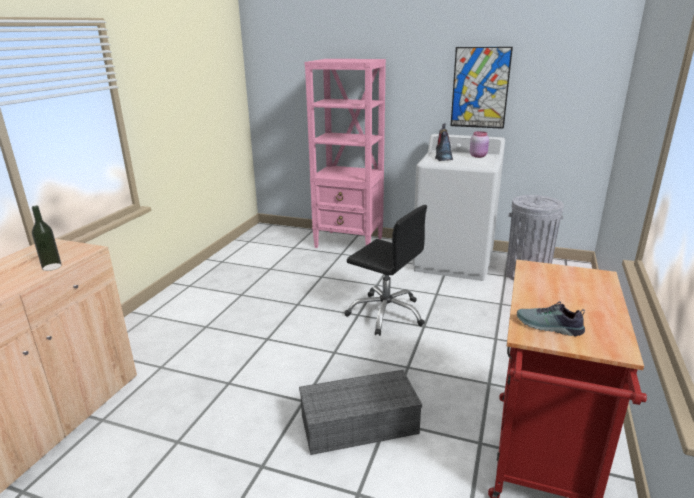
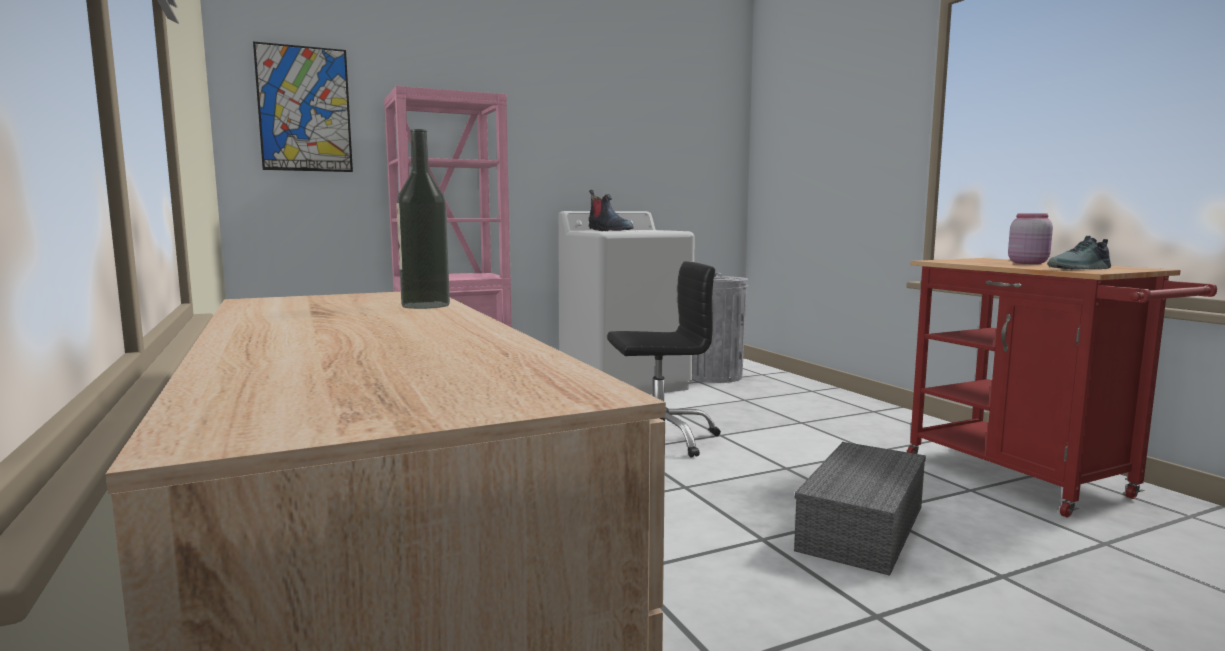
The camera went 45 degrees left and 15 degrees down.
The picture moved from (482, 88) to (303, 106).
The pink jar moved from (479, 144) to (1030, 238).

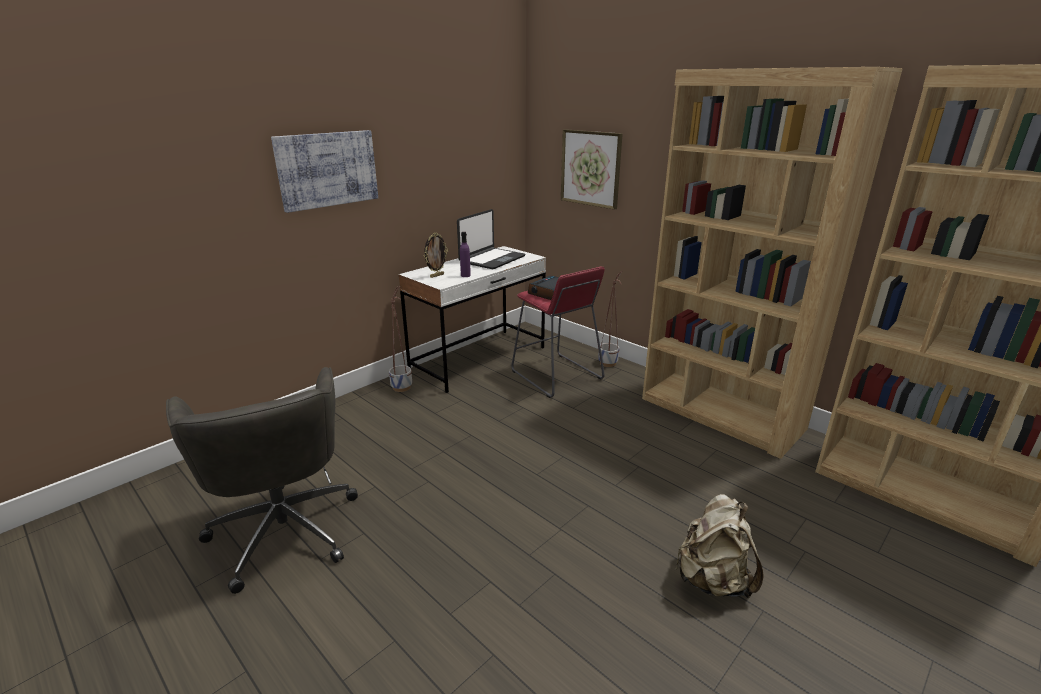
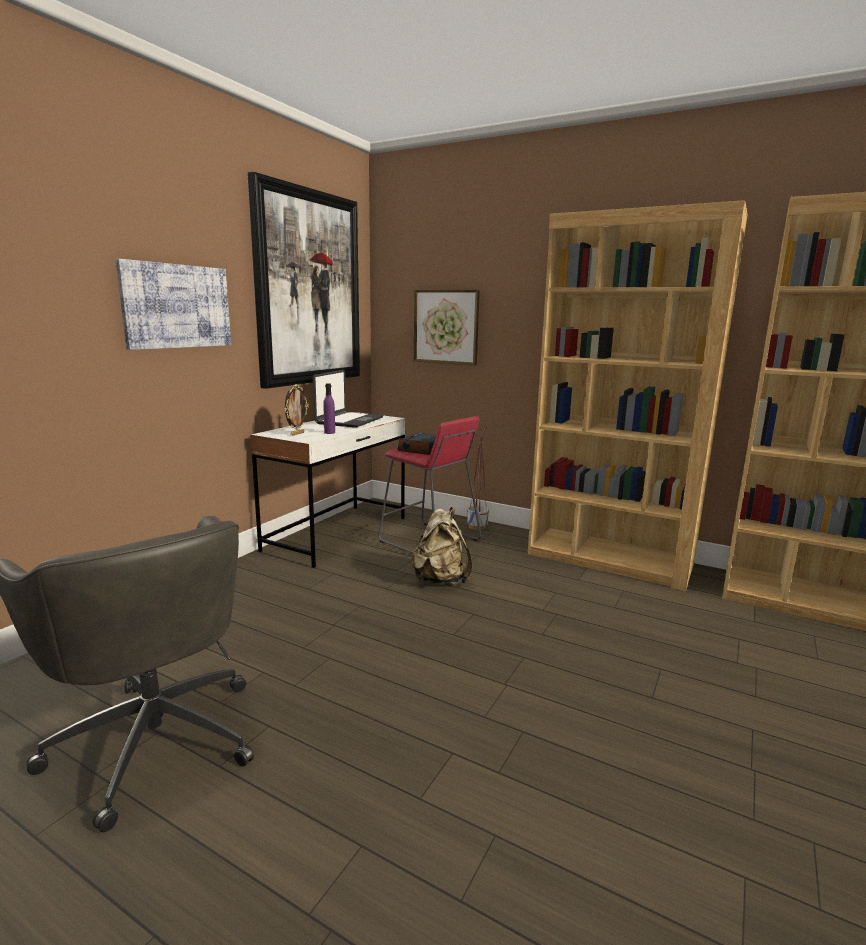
The camera went 15 degrees left and 10 degrees down.
The picture at (303, 280) appeared.
The beige backpack moved from (720, 546) to (442, 545).
The planter at (400, 339) disappeared.

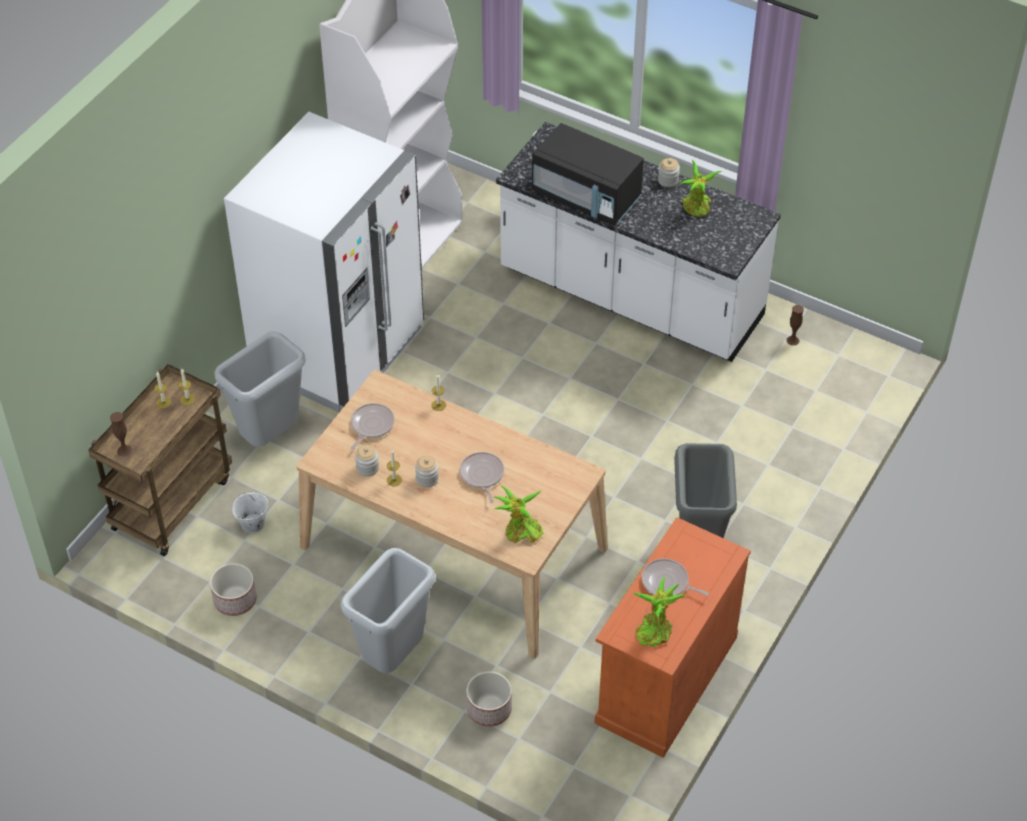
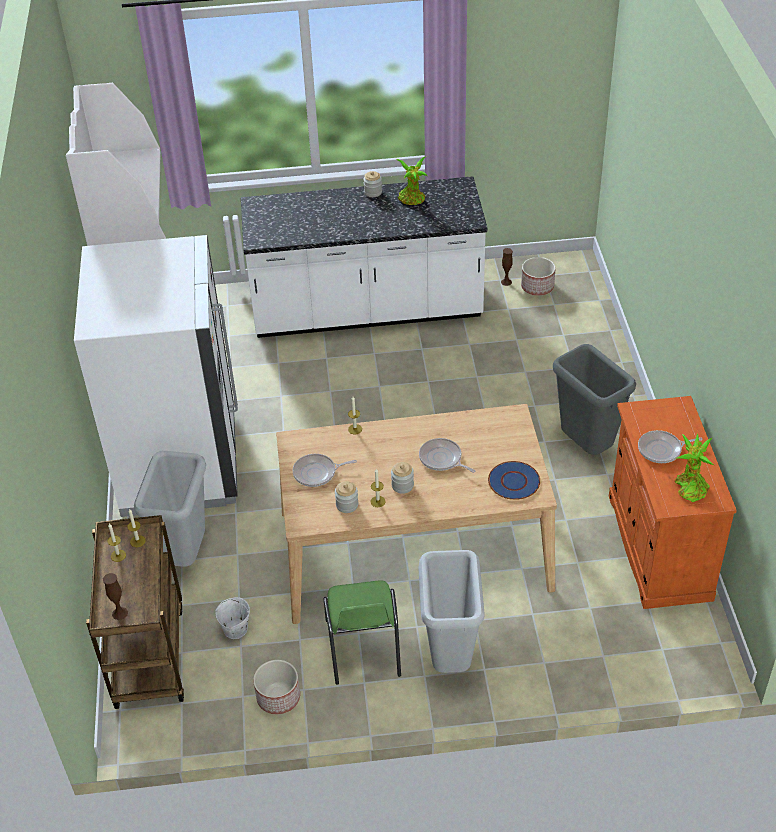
The camera went 35 degrees left and 5 degrees down.
The frying pan at (372, 426) turned 90 degrees counterclockwise.
The green chair at (362, 632) appeared.
The potted plant at (518, 514) was replaced by the blue plate at (514, 480).
The planter moved from (489, 699) to (538, 276).
The black microwave at (588, 174) disappeared.

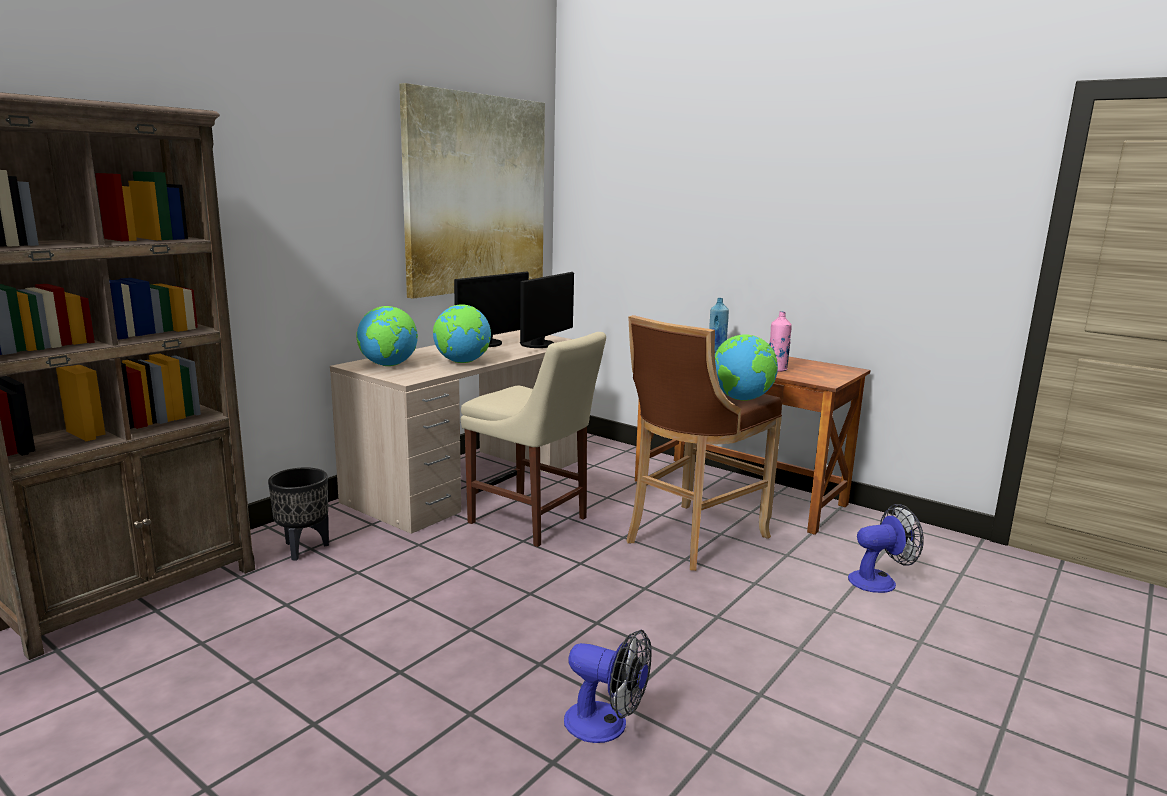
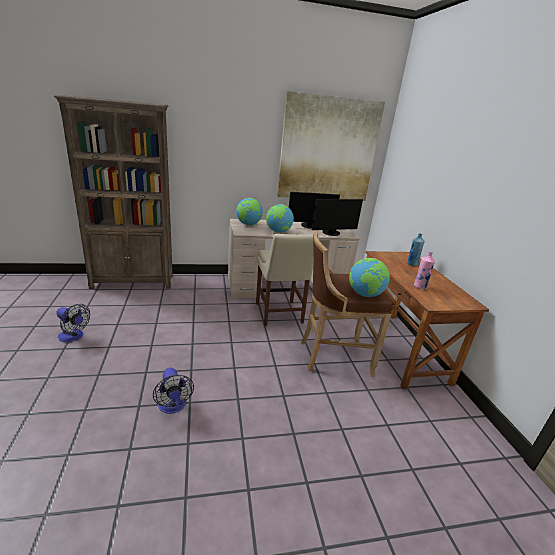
The camera went 40 degrees right and 10 degrees up.
The fan moved from (886, 548) to (73, 323).
The black planter at (298, 513) disappeared.

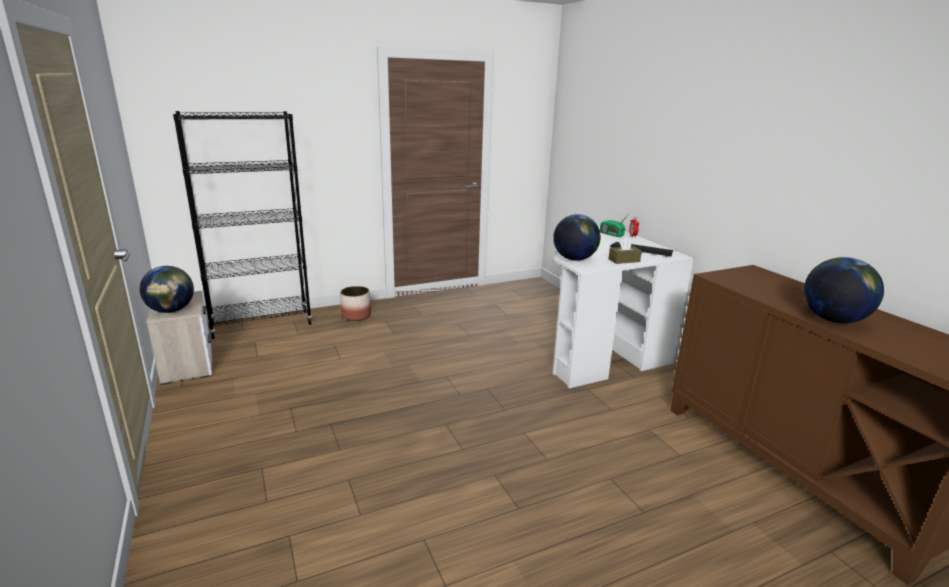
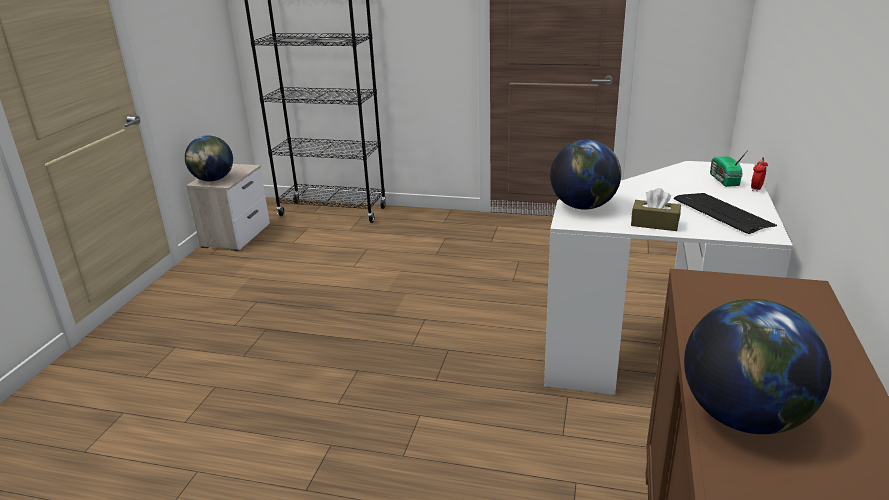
The camera went 40 degrees right and 5 degrees up.
The planter at (355, 303) disappeared.

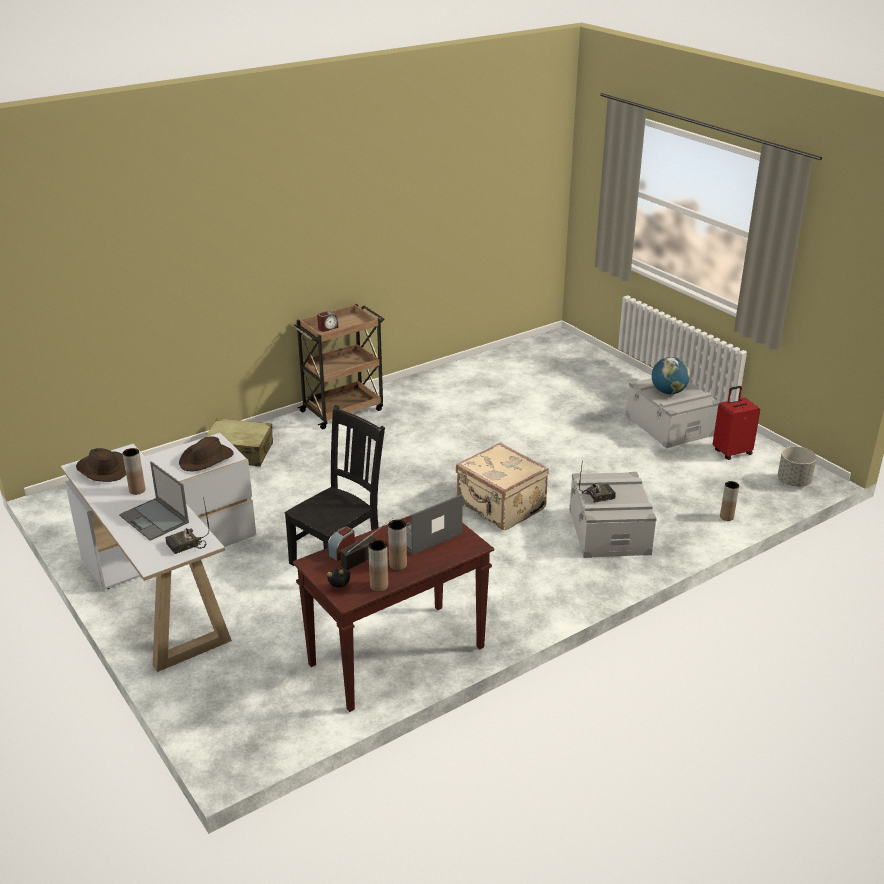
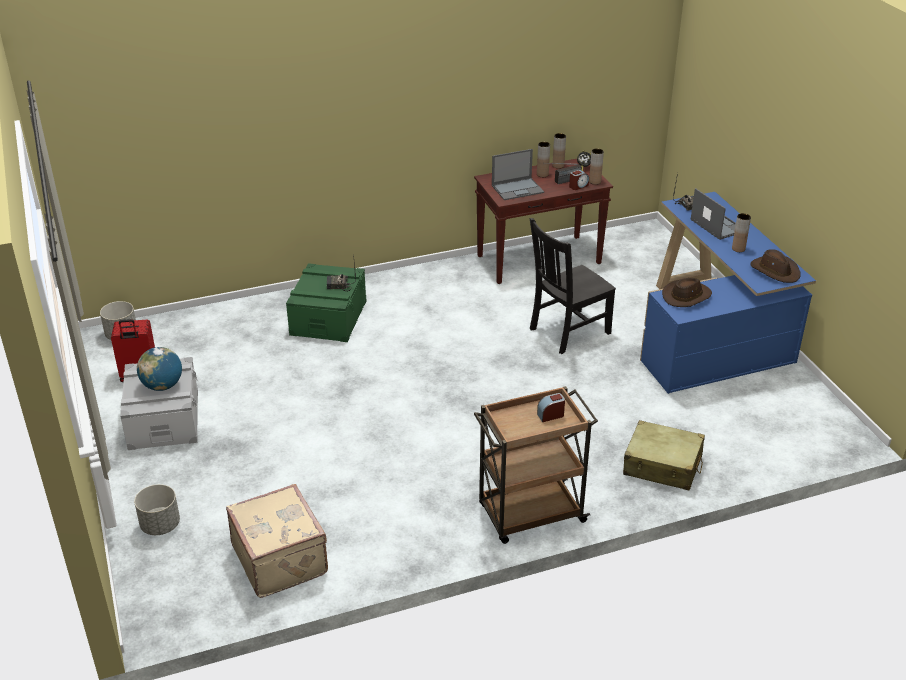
The camera went 165 degrees left and 5 degrees up.
The grey planter at (157, 509) appeared.
The beige suitcase moved from (502, 486) to (277, 541).
The grey storage box at (613, 515) became the green storage box at (326, 302).
The brown vase moved from (729, 501) to (596, 166).
The white desk at (158, 552) became the blue desk at (728, 293).

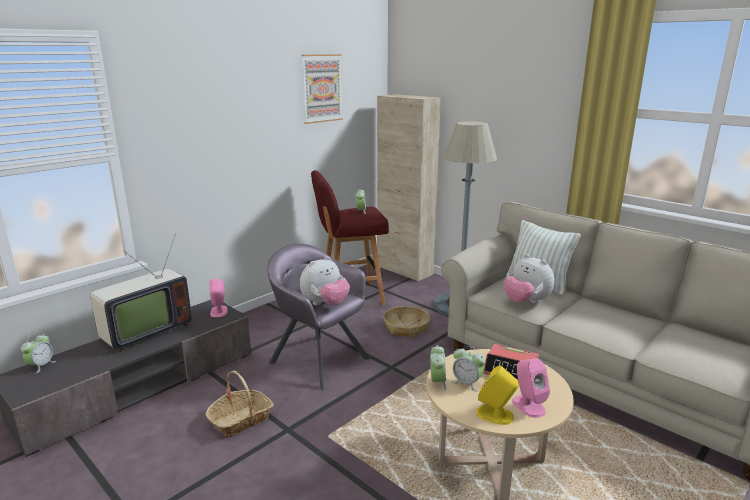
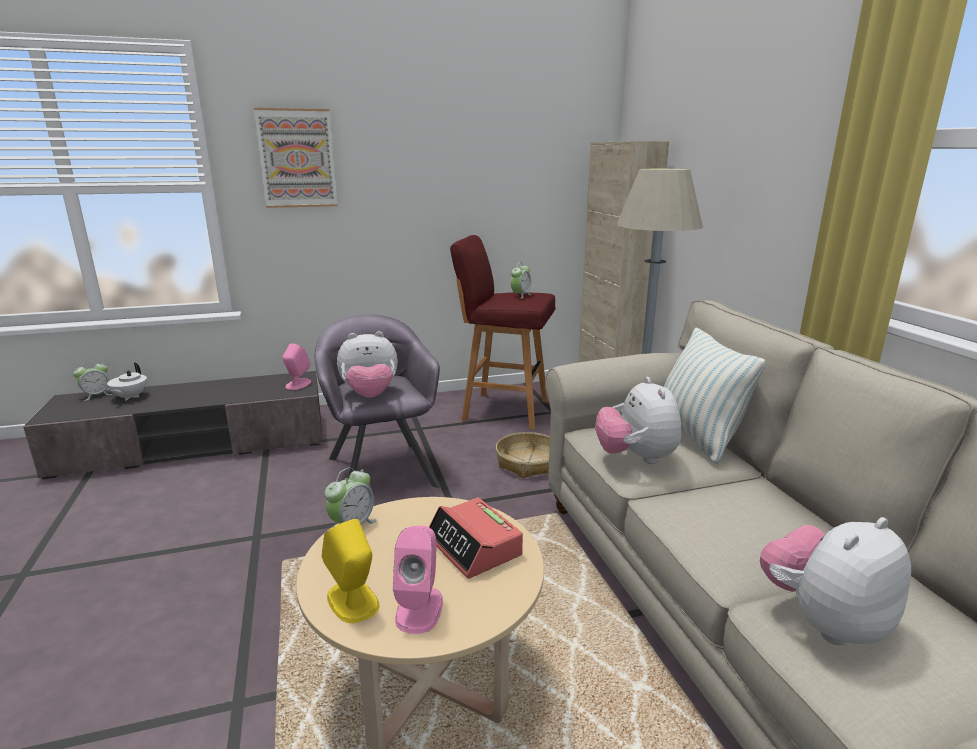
The camera went 30 degrees right and 0 degrees up.
The white teapot at (127, 382) appeared.
The picture moved from (322, 89) to (296, 158).
The plush toy at (835, 581) appeared.
The television at (141, 293) disappeared.
The basket at (240, 404) disappeared.
The alarm clock at (468, 368) disappeared.

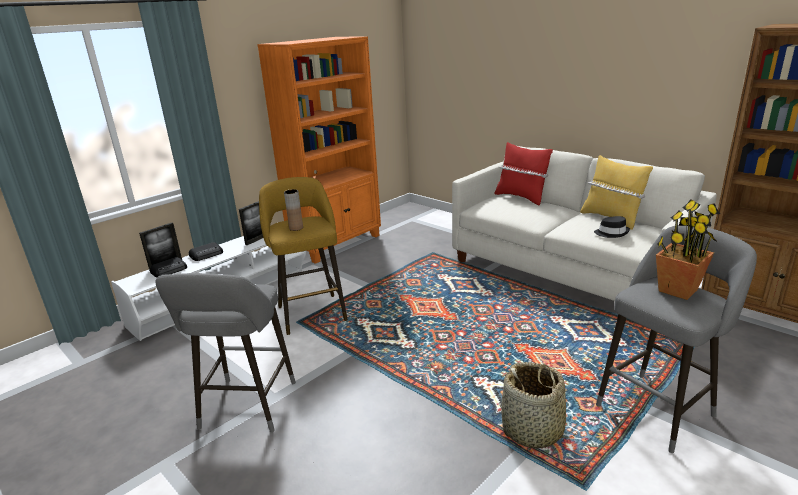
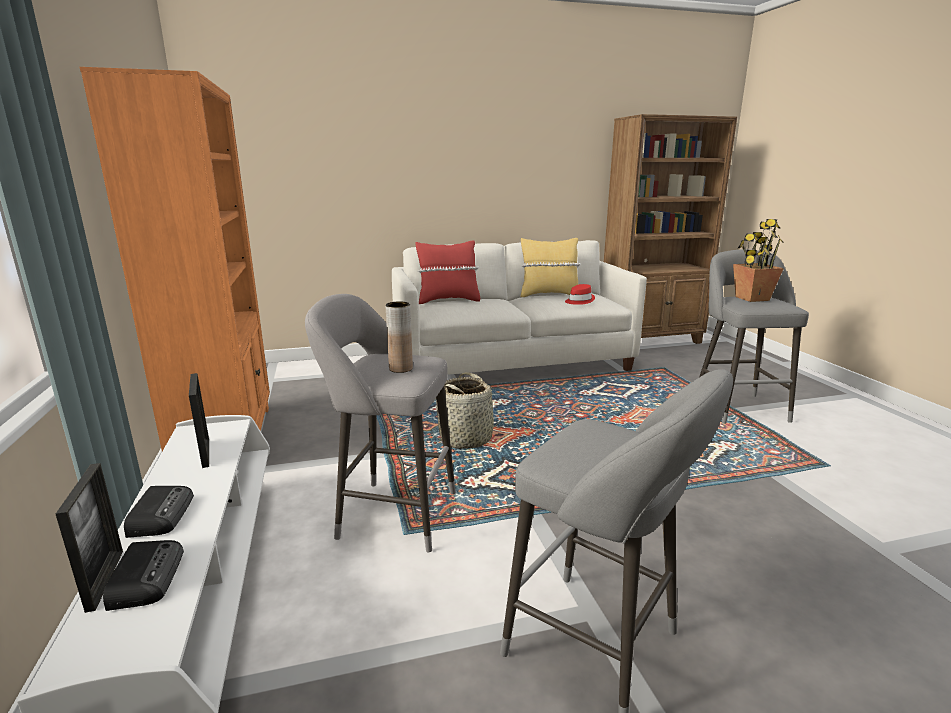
The camera went 60 degrees left and 5 degrees down.
The yellow stool at (303, 256) became the grey stool at (380, 423).
The basket moved from (538, 405) to (468, 410).
The black hat at (612, 227) became the red hat at (580, 294).

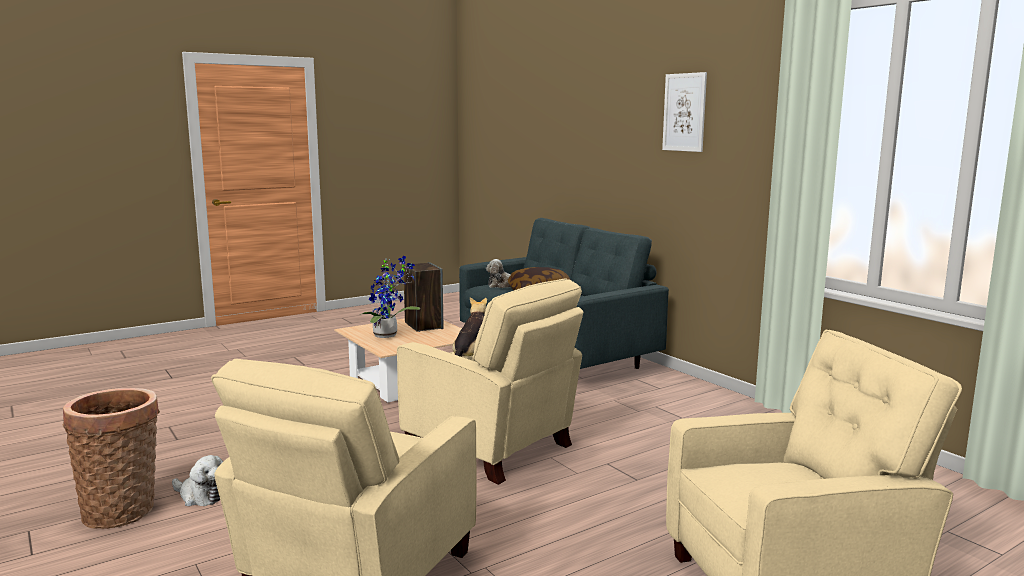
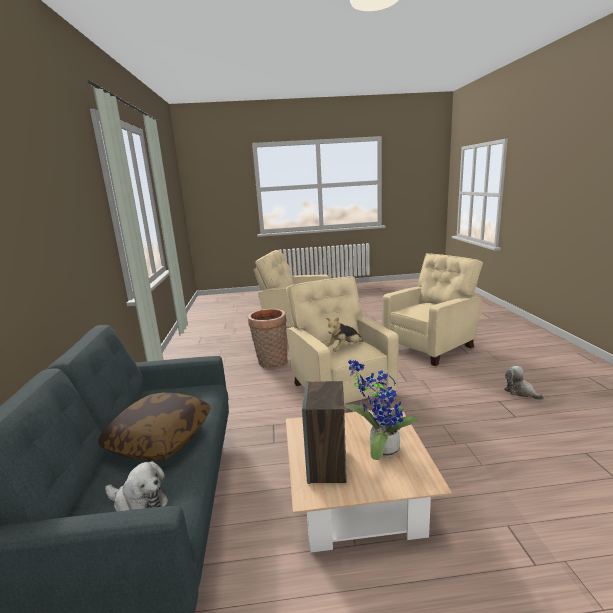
The camera went 150 degrees left and 5 degrees up.
The basket moved from (111, 458) to (268, 338).
The picture at (684, 112) disappeared.

